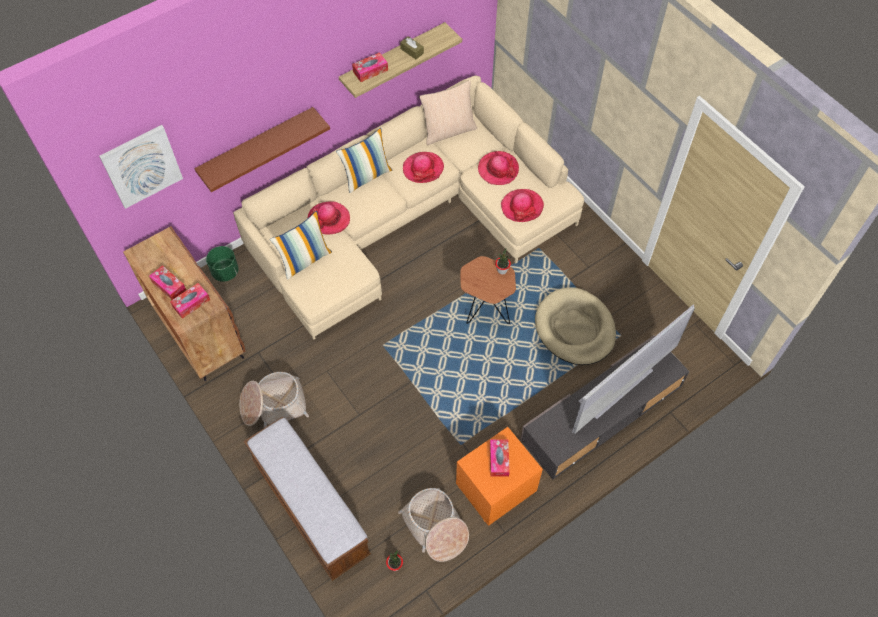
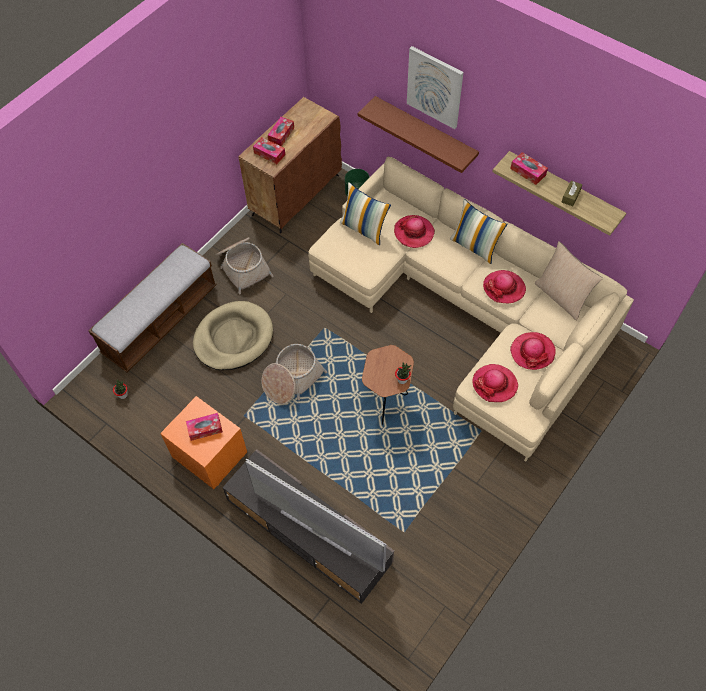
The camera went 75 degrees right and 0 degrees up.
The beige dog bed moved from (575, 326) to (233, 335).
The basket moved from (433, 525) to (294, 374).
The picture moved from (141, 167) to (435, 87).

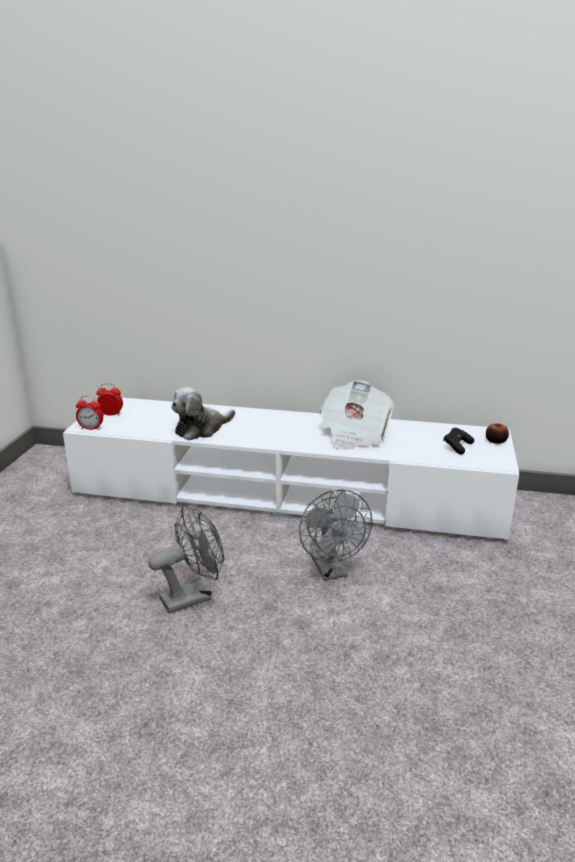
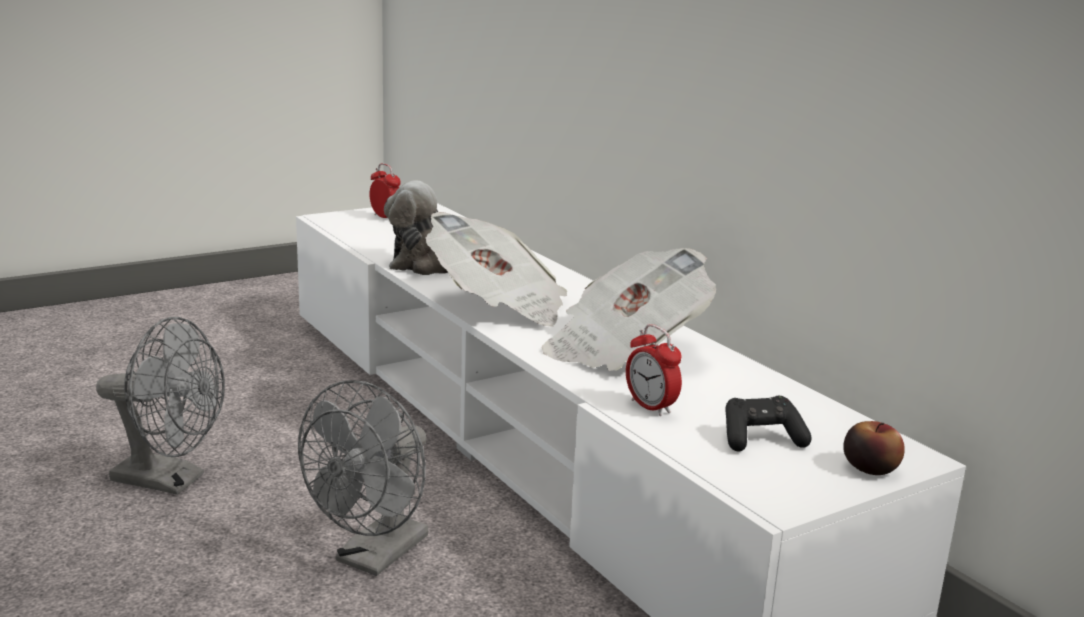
The camera went 45 degrees right and 5 degrees down.
The newspaper at (496, 269) appeared.
The alarm clock moved from (89, 413) to (654, 370).

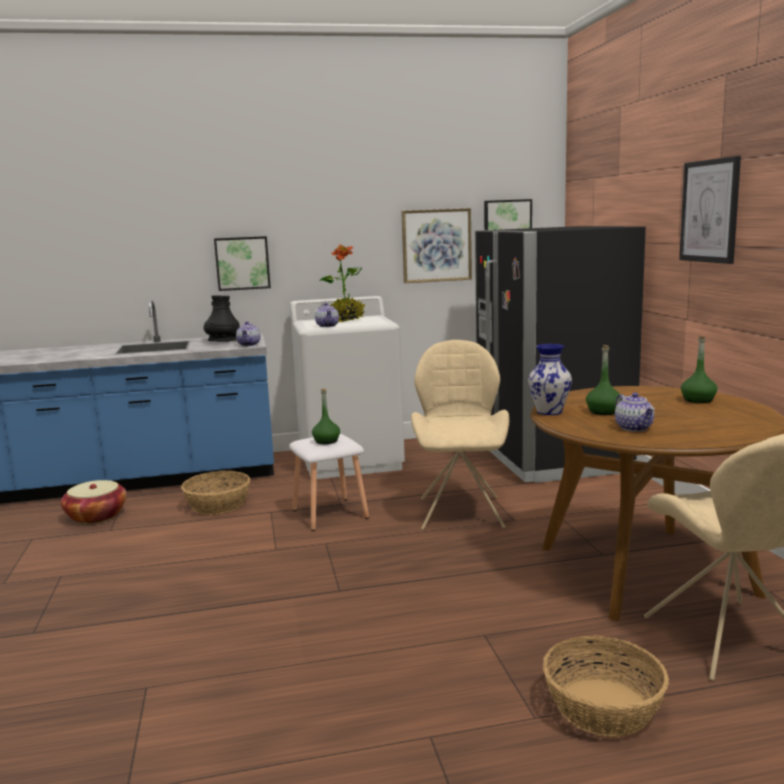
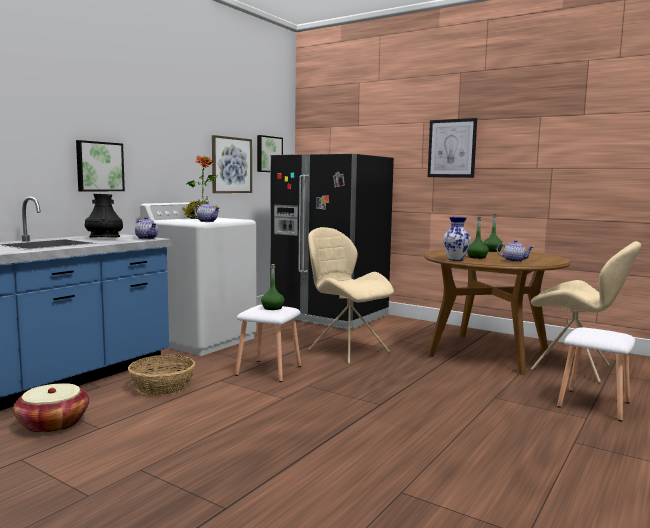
The camera went 45 degrees left and 5 degrees down.
The basket at (606, 686) was replaced by the white stool at (596, 374).

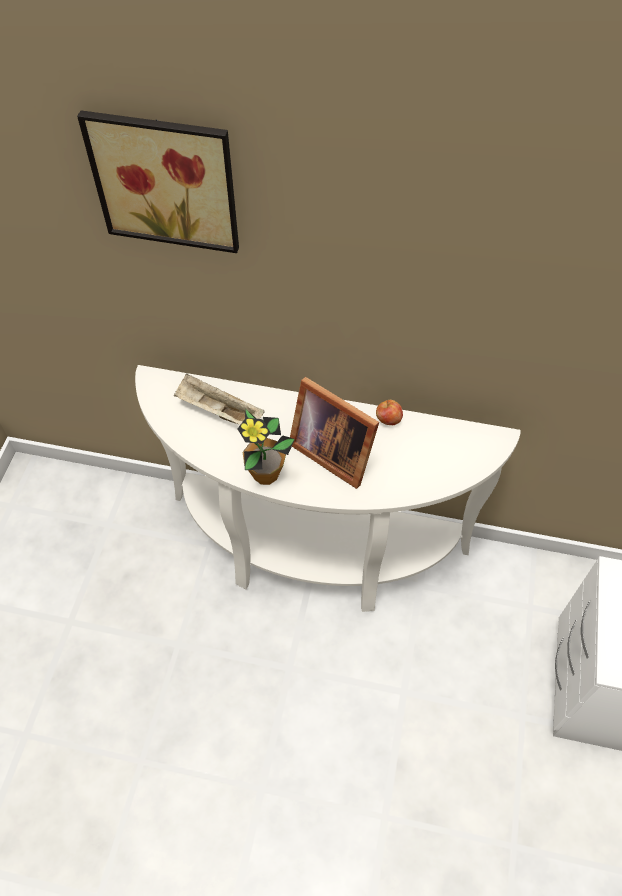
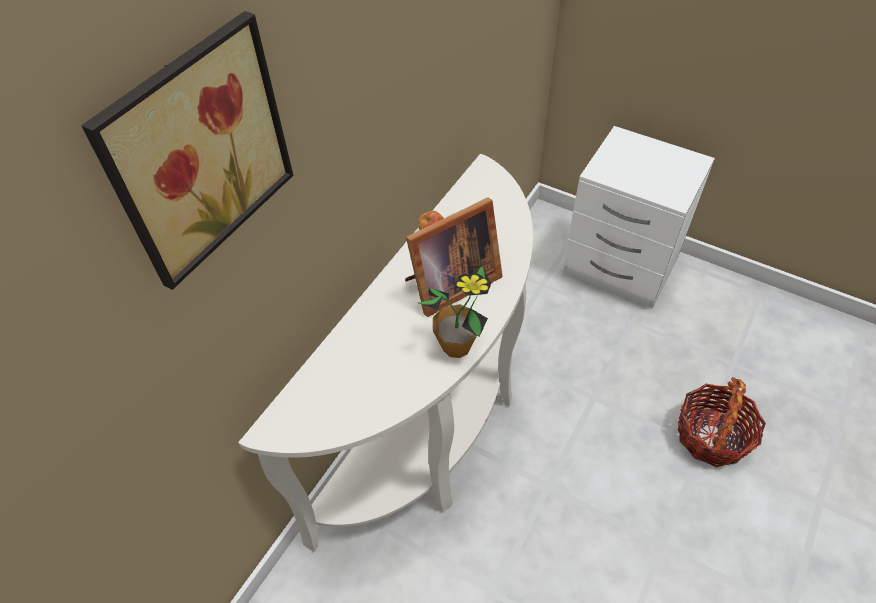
The camera went 70 degrees left and 5 degrees down.
The basket at (722, 422) appeared.
The beige tray at (219, 399) disappeared.

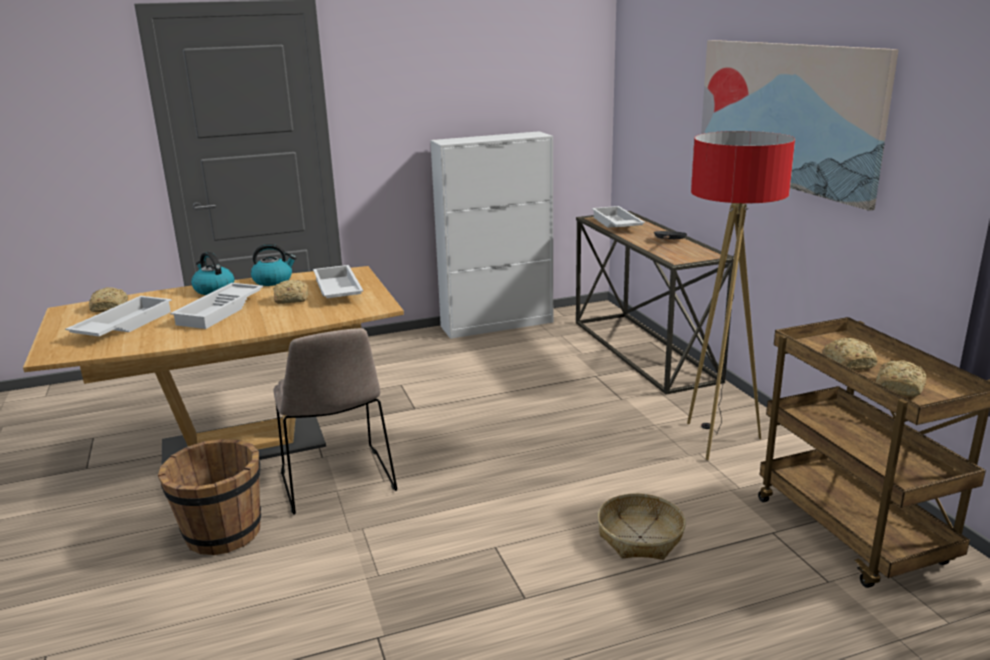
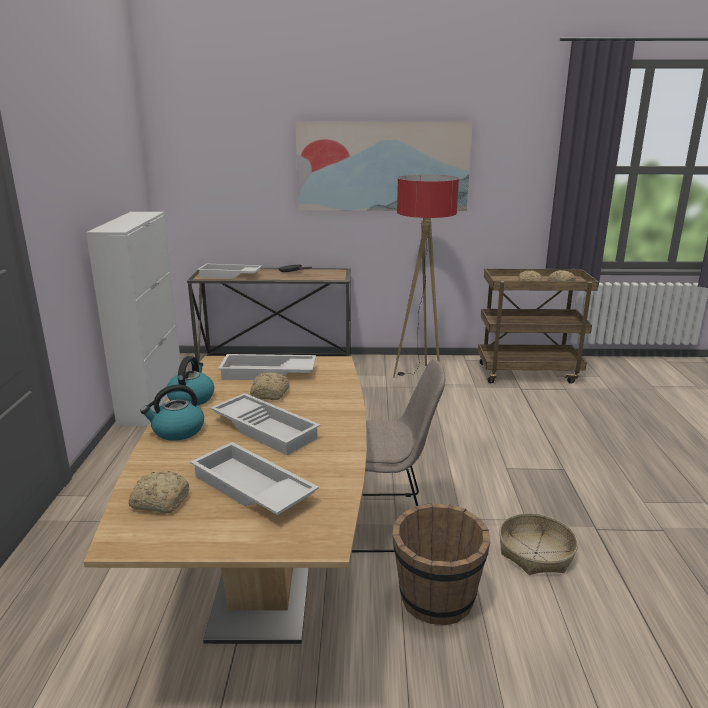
The camera went 70 degrees left and 0 degrees up.
The basket moved from (641, 526) to (538, 544).

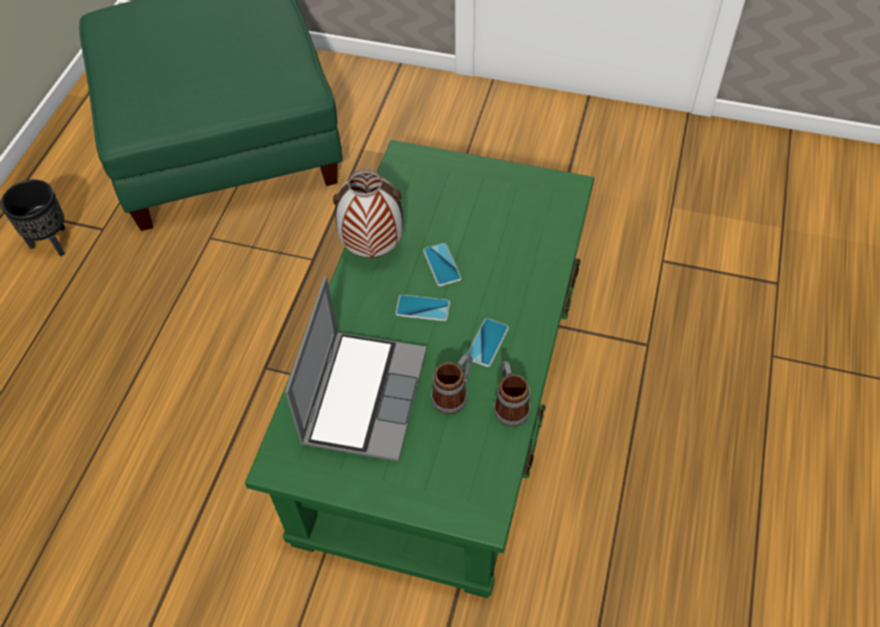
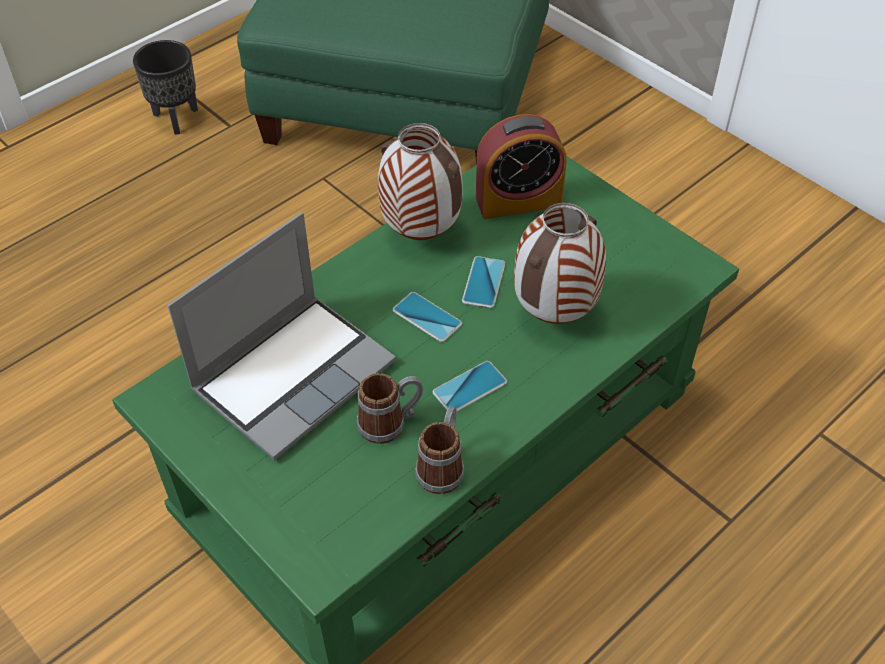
The camera went 30 degrees right and 5 degrees down.
The alarm clock at (521, 166) appeared.
The vase at (560, 263) appeared.

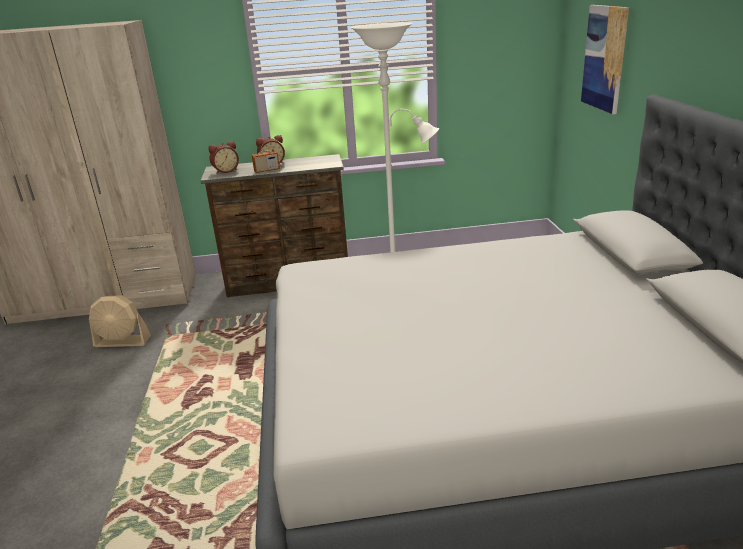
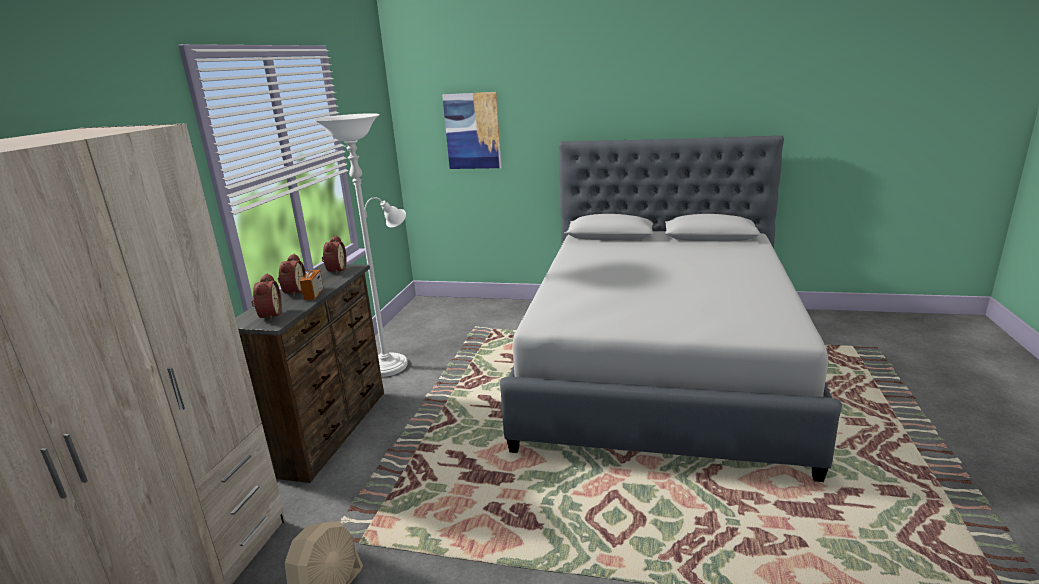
The camera went 70 degrees left and 5 degrees down.
The alarm clock at (334, 255) appeared.

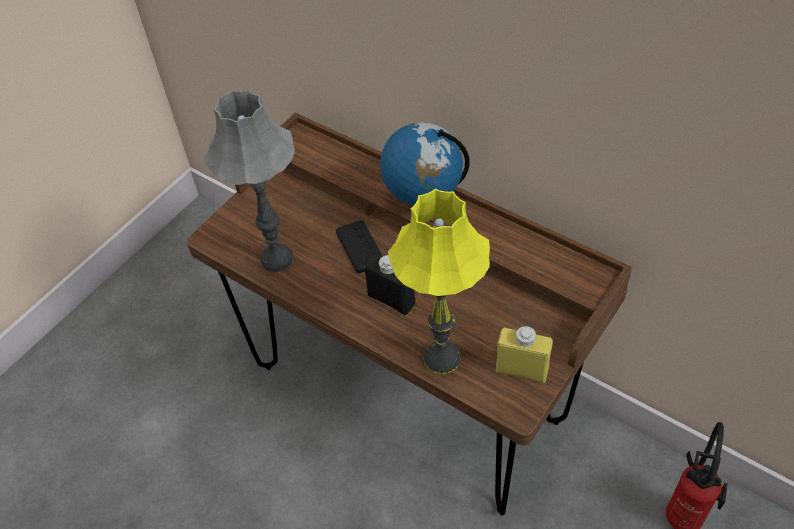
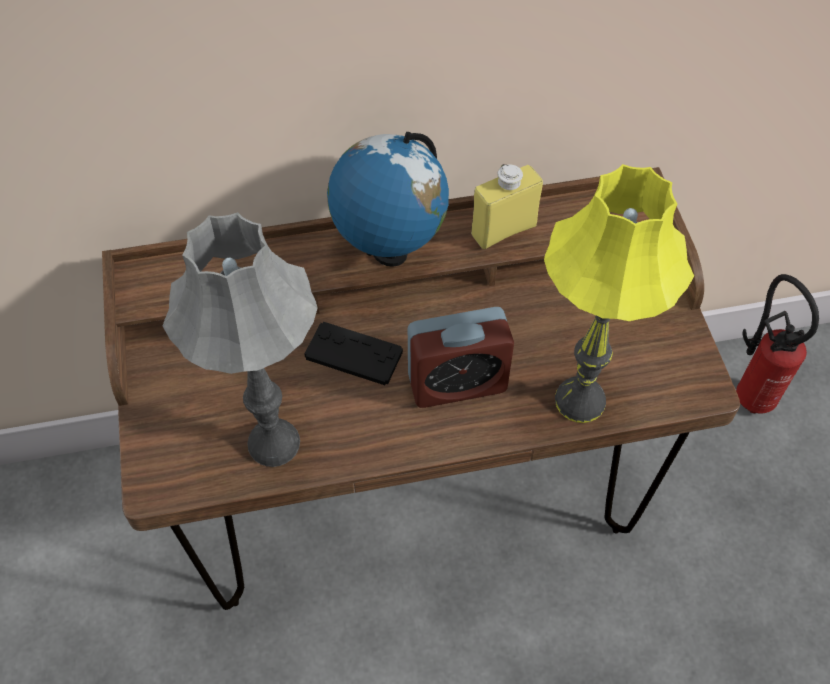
The camera went 50 degrees left and 5 degrees up.
The black bottle at (389, 284) was replaced by the alarm clock at (461, 357).
The yellow bottle moved from (524, 354) to (507, 206).

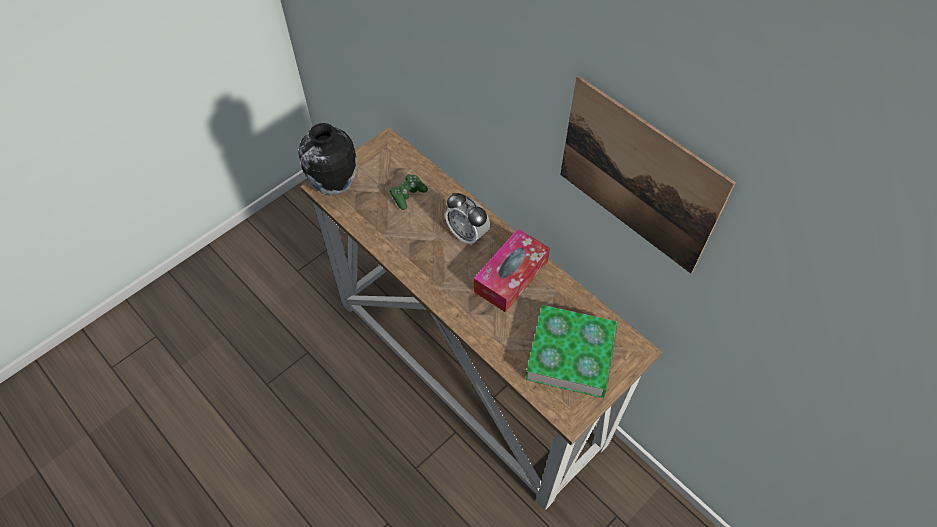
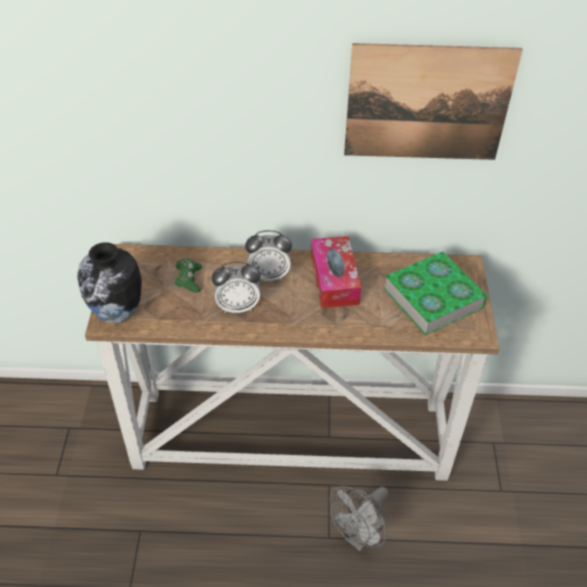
The camera went 45 degrees left and 10 degrees down.
The alarm clock at (236, 287) appeared.
The grey fan at (359, 518) appeared.

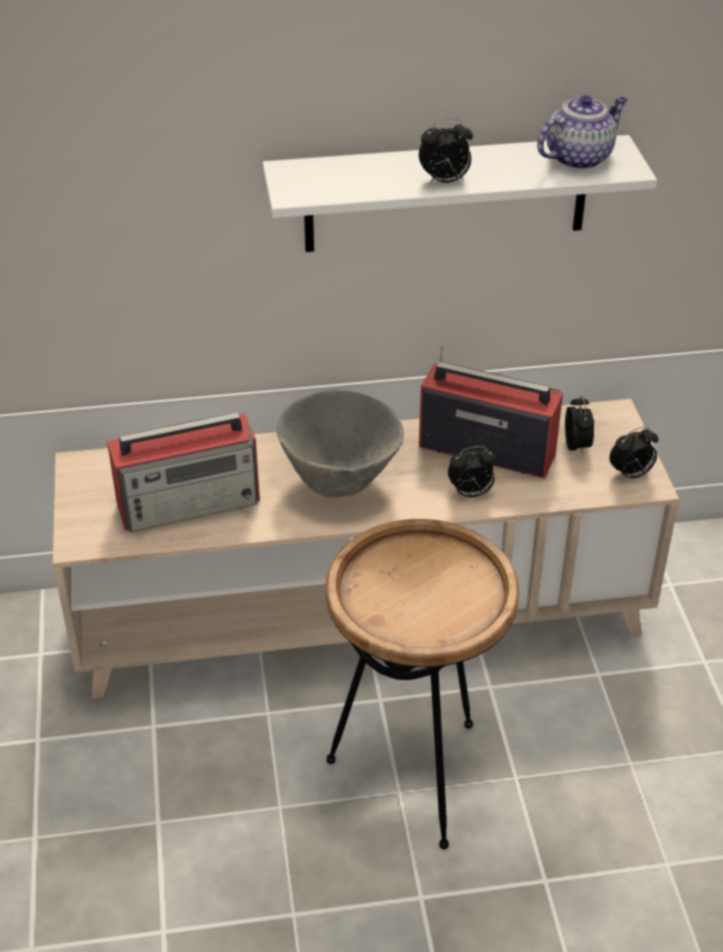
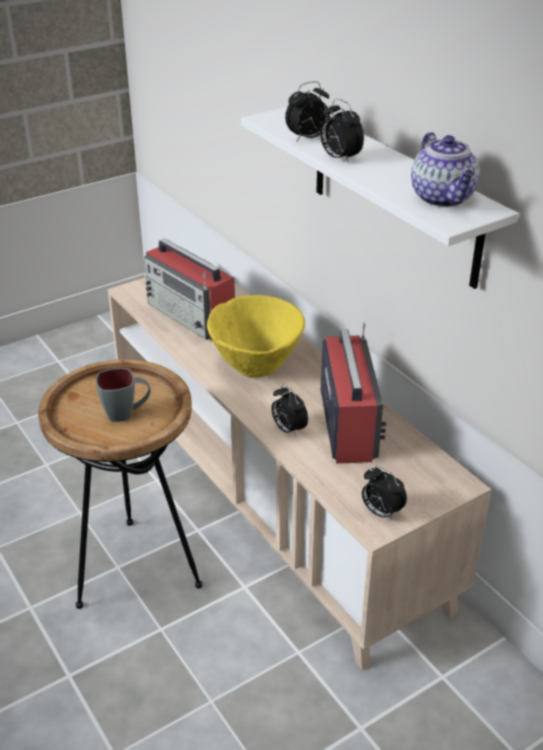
The camera went 65 degrees right and 5 degrees down.
The grey mug at (123, 395) appeared.
The grey bowl at (340, 444) became the yellow bowl at (256, 336).
The alarm clock moved from (579, 425) to (307, 111).
The teapot at (582, 132) turned 45 degrees clockwise.

